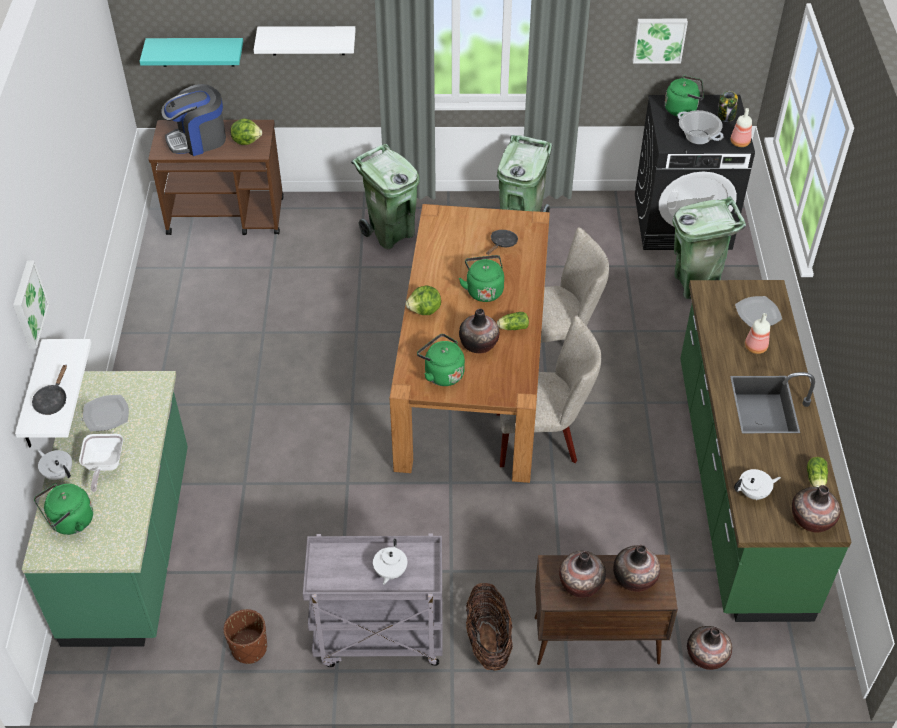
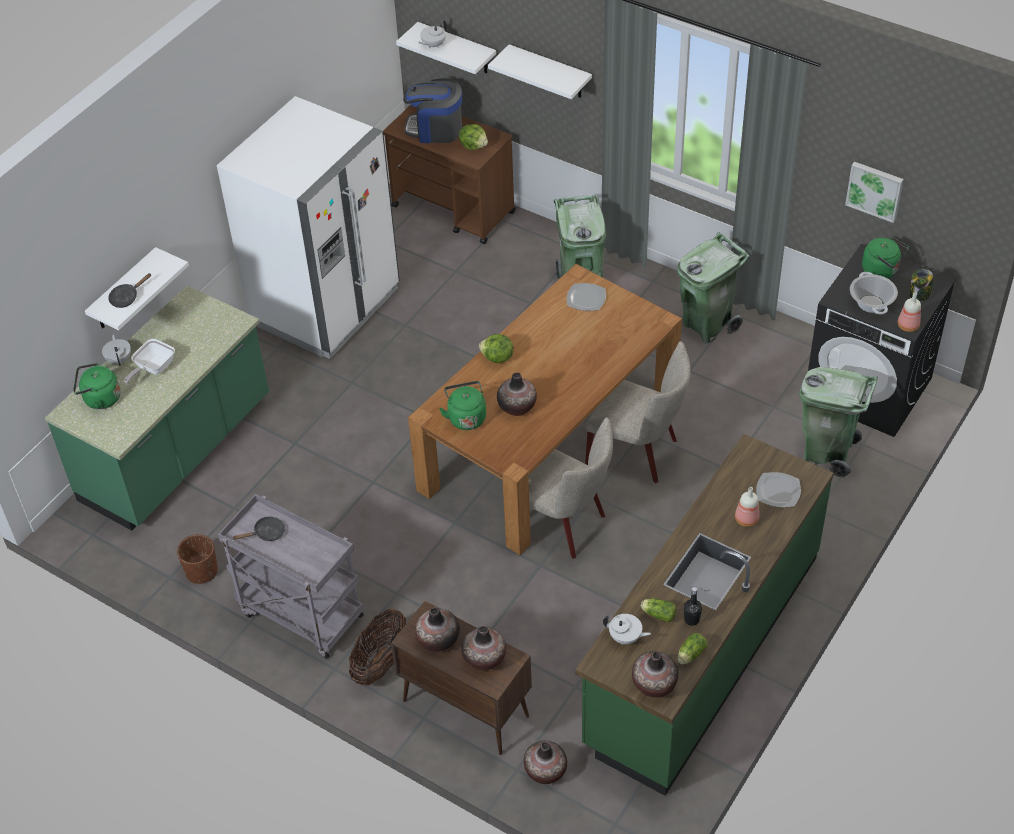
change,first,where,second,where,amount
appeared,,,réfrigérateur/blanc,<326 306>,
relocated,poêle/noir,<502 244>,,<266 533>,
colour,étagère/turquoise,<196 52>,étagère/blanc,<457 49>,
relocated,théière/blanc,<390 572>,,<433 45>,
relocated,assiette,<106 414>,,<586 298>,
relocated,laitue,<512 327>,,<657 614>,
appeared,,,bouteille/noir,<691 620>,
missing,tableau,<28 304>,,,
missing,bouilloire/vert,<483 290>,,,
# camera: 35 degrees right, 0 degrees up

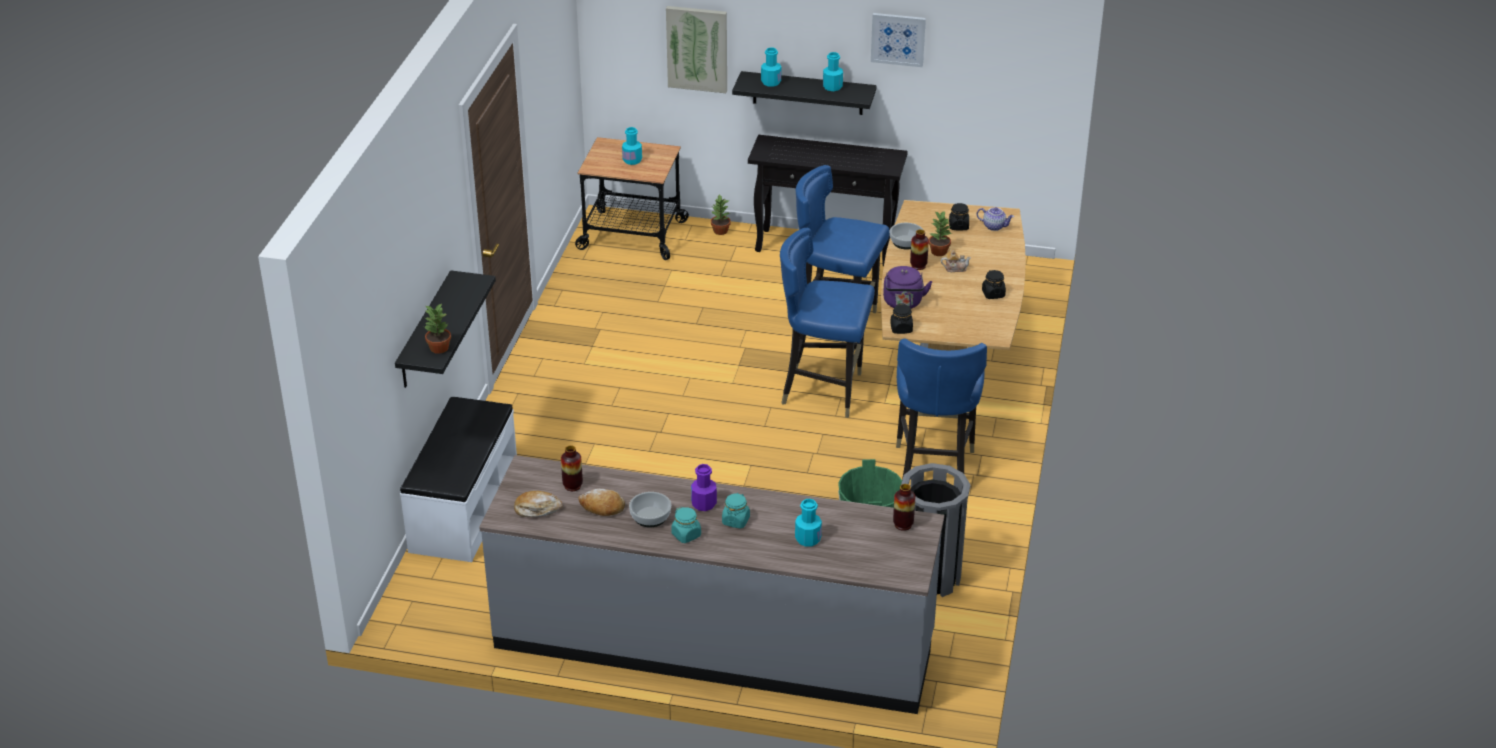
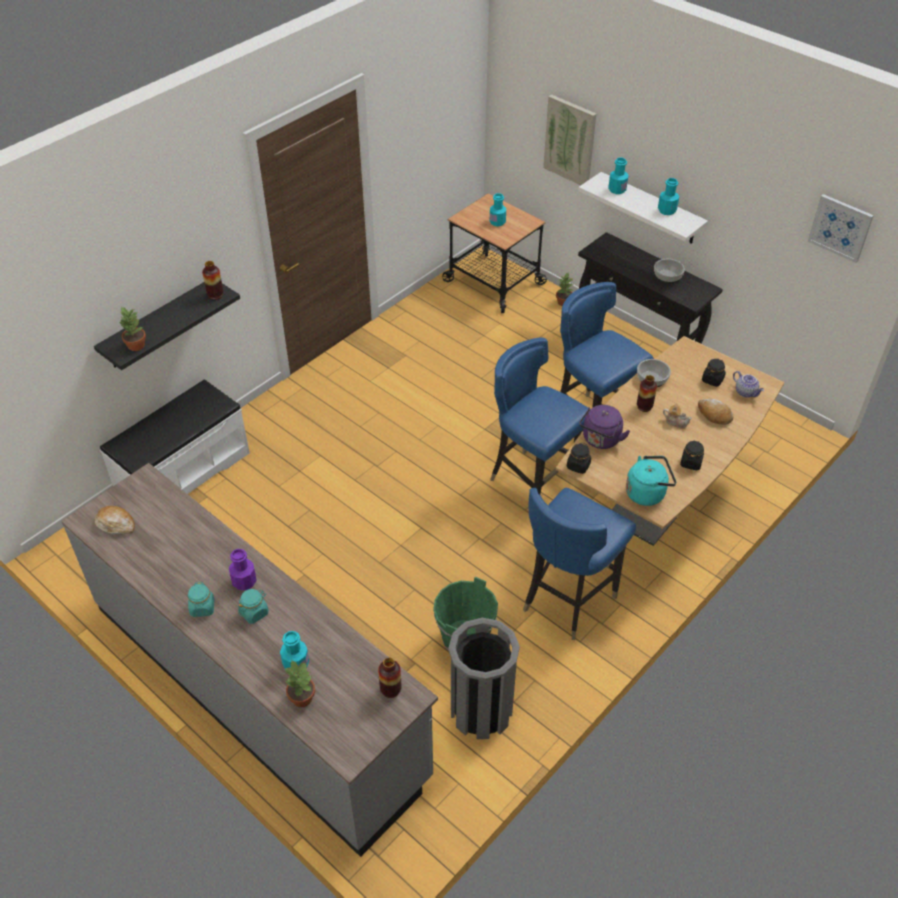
change,first,where,second,where,amount
relocated,vase,<572 486>,,<215 295>,
relocated,plante en pot,<939 251>,,<302 697>,
colour,étagère/noir,<808 93>,étagère/blanc,<651 209>,
appeared,,,bouilloire/turquoise,<647 493>,
relocated,bol,<650 517>,,<667 276>,
relocated,pain,<602 507>,,<714 415>,
relocated,tableau,<898 39>,,<840 227>,
# camera: 30 degrees right, 10 degrees up

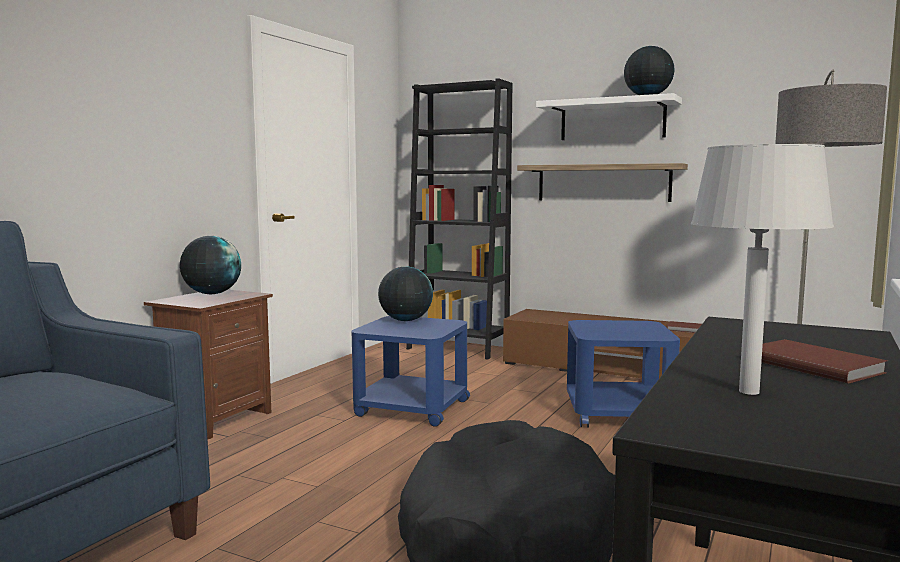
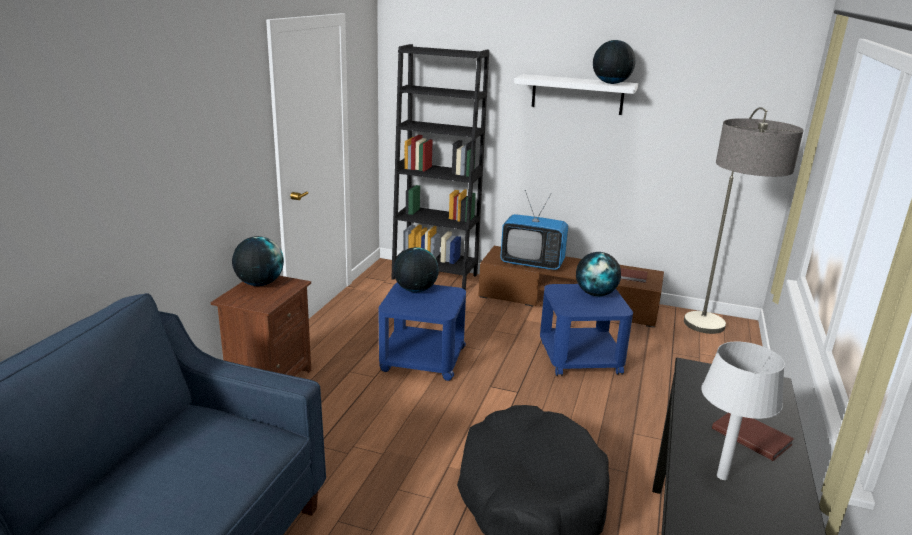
change,first,where,second,where,amount
appeared,,,téléviseur,<532 263>,
appeared,,,globe,<595 294>,
missing,étagère,<603 183>,,,
# camera: 10 degrees left, 15 degrees up

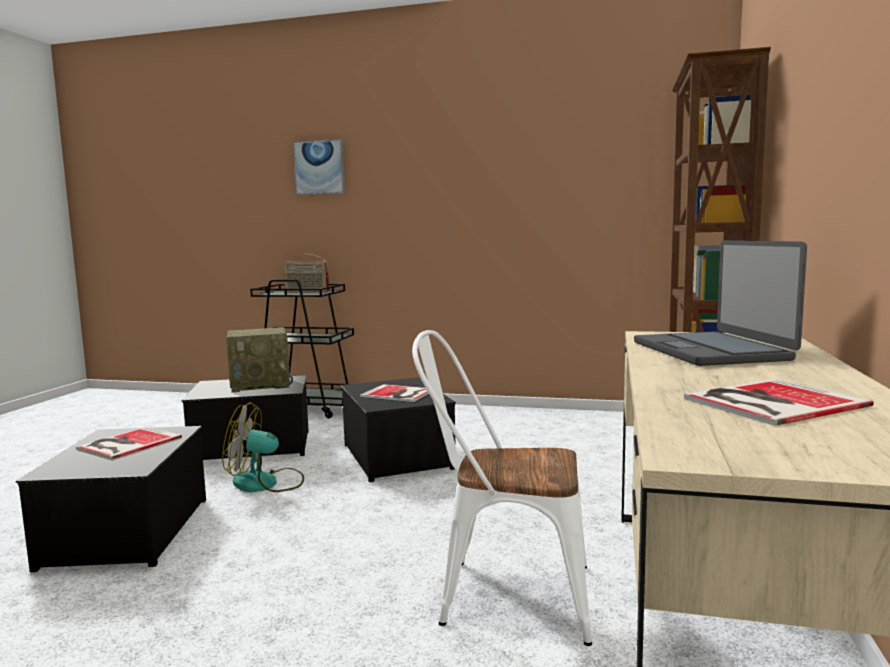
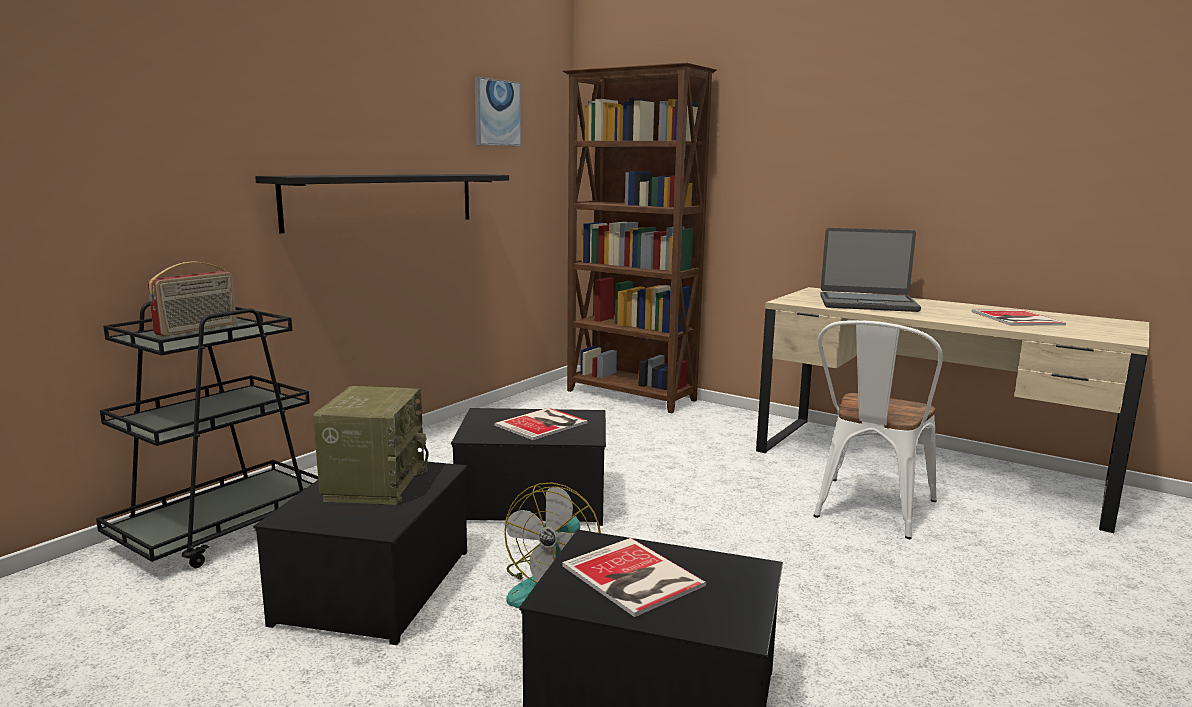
change,first,where,second,where,amount
appeared,,,étagère/noir,<383 200>,
relocated,tableau,<319 167>,,<497 113>,
# camera: 70 degrees left, 5 degrees up

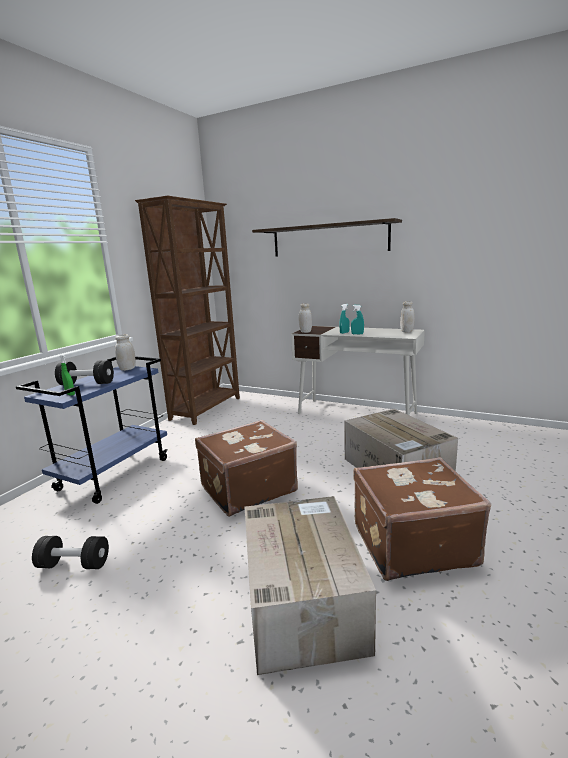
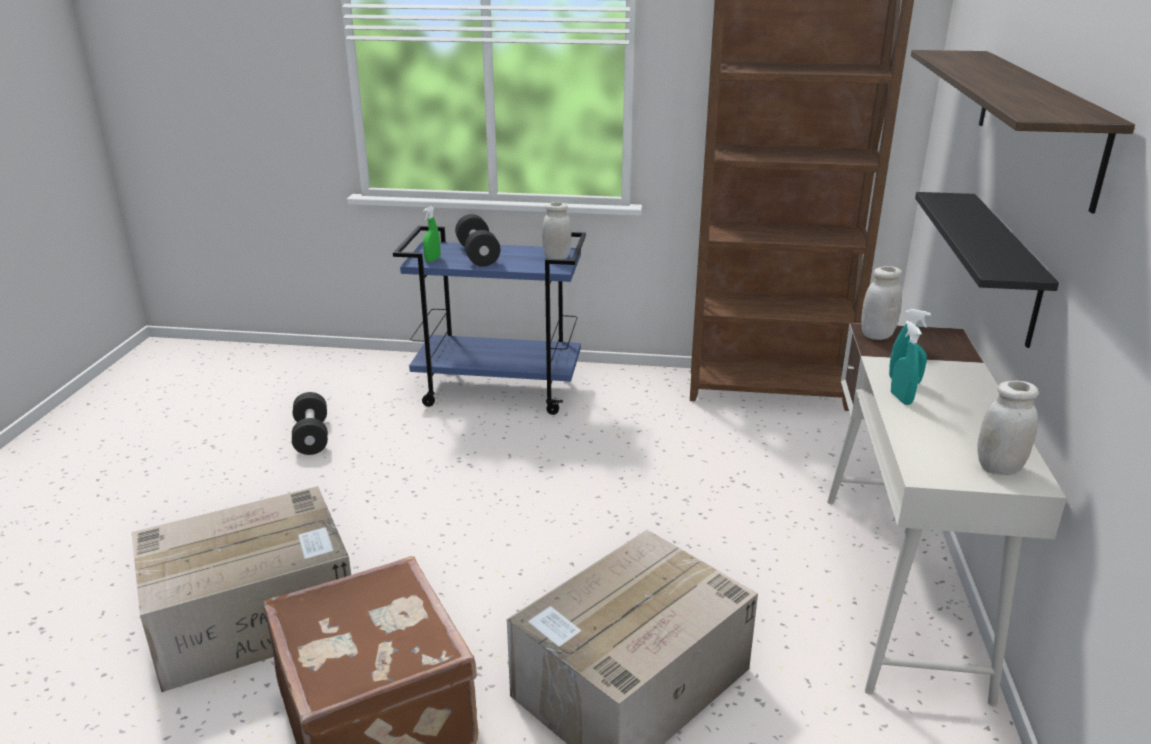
change,first,where,second,where,amount
appeared,,,étagère/noir,<1003 267>,
missing,valise/marron,<247 488>,,,
# camera: 70 degrees right, 10 degrees up

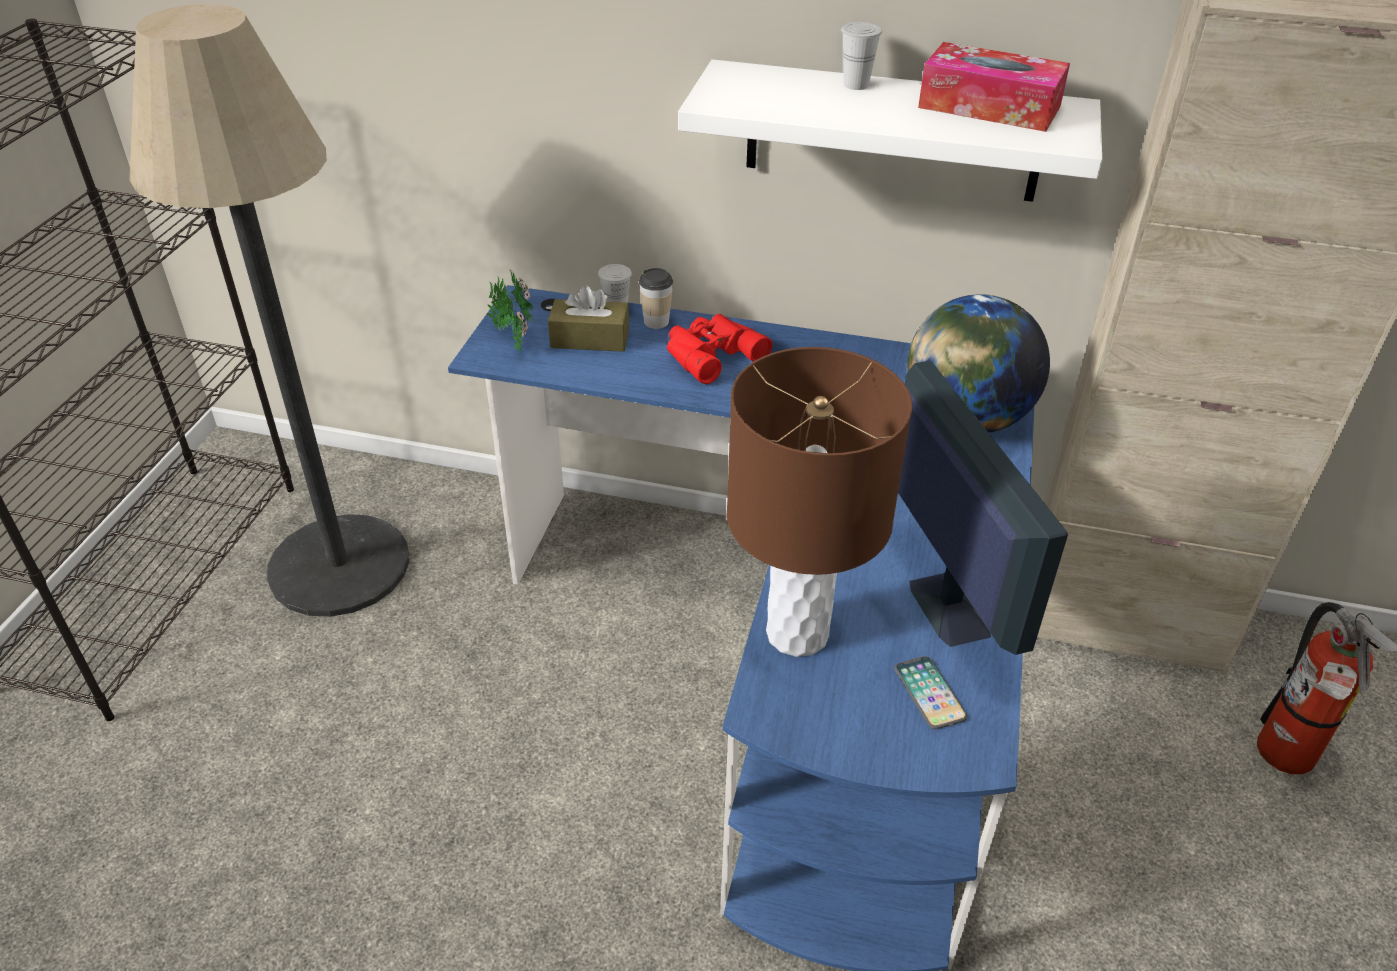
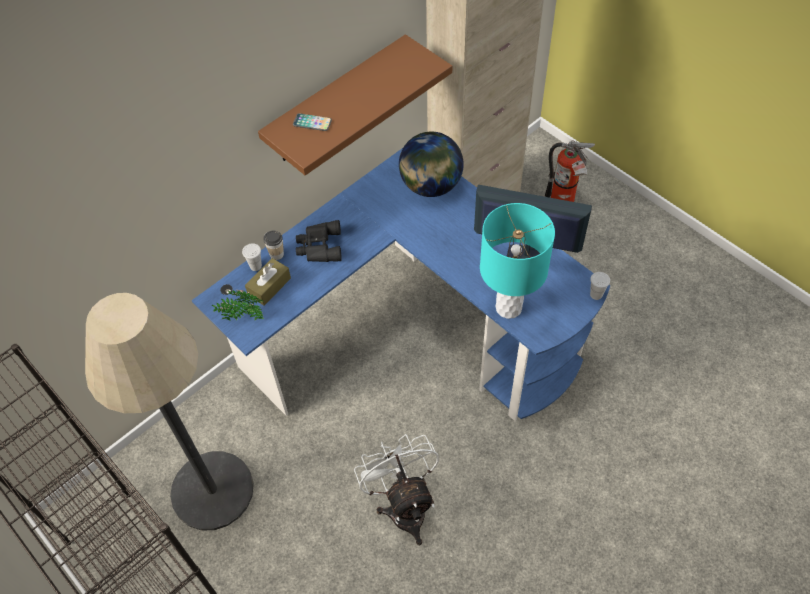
change,first,where,second,where,amount
colour,étagère/blanc,<893 132>,étagère/marron,<337 101>,
relocated,téléphone,<929 693>,,<312 123>,
colour,jumelles/rouge,<710 353>,jumelles/noir,<318 246>,
appeared,,,ventilateur/blanc,<404 506>,
colour,lampe de table/marron,<797 634>,lampe de table/turquoise,<509 308>,
relocated,tasse/blanc,<856 85>,,<596 295>,
missing,boîte à mouchoirs,<989 107>,,,
# camera: 55 degrees left, 15 degrees up

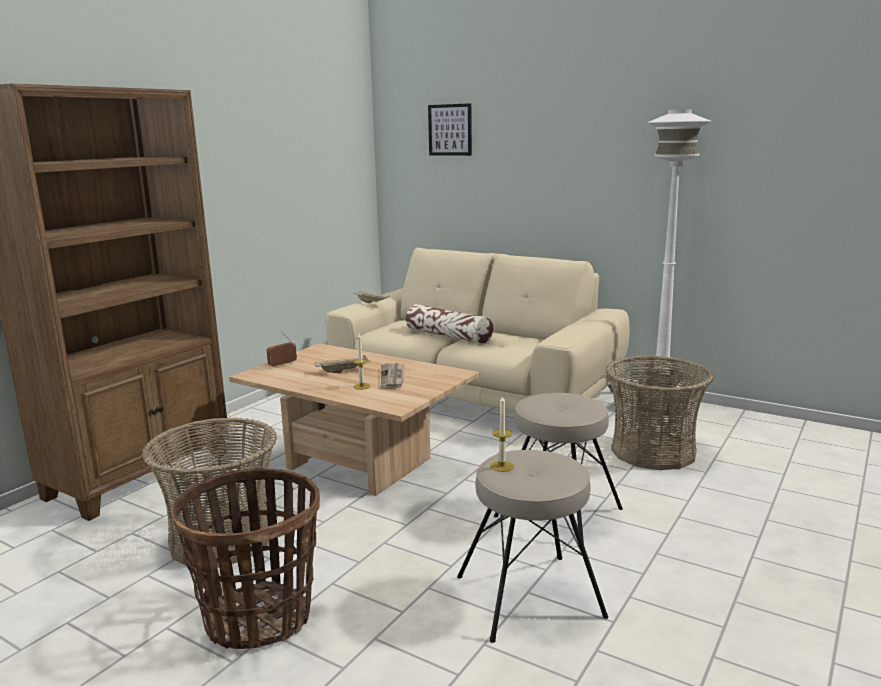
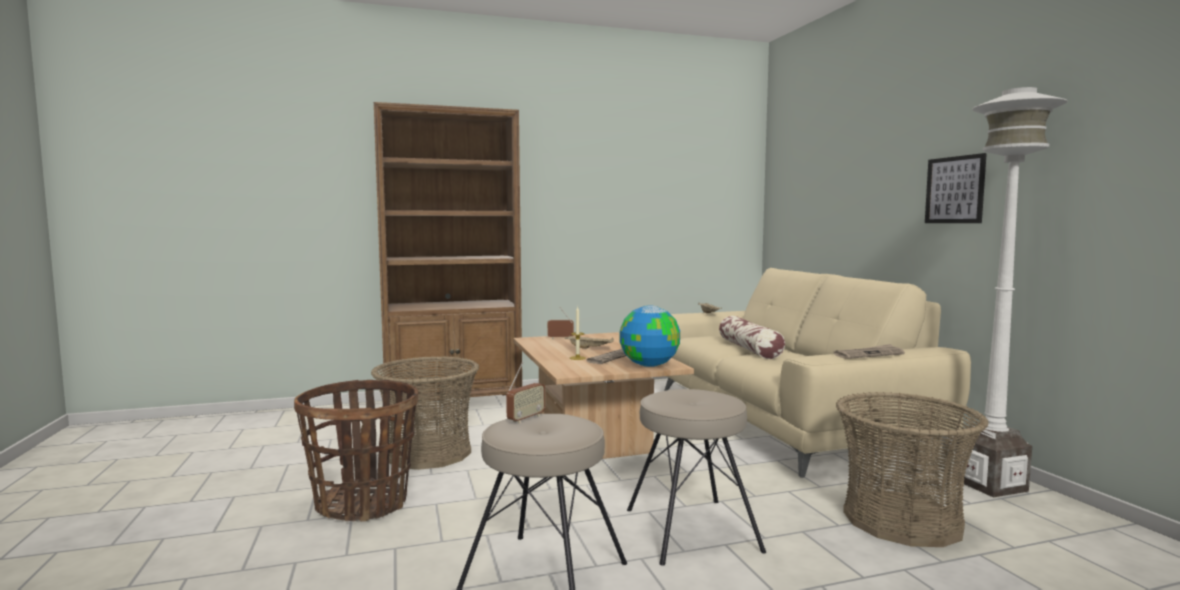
change,first,where,second,where,amount
exchanged,bougie,<502 466>,radio,<526 418>,
appeared,,,globe,<648 365>,
appeared,,,journal,<868 354>,
relocated,tableau,<450 130>,,<954 190>,
# camera: 40 degrees right, 10 degrees down

